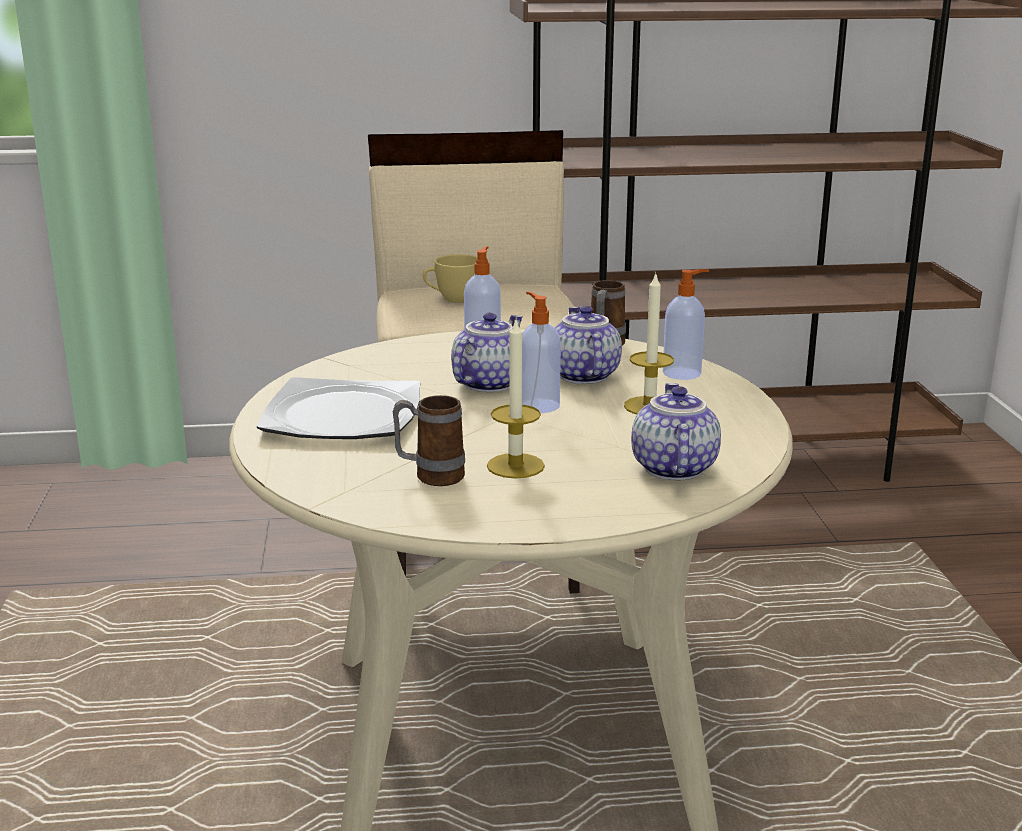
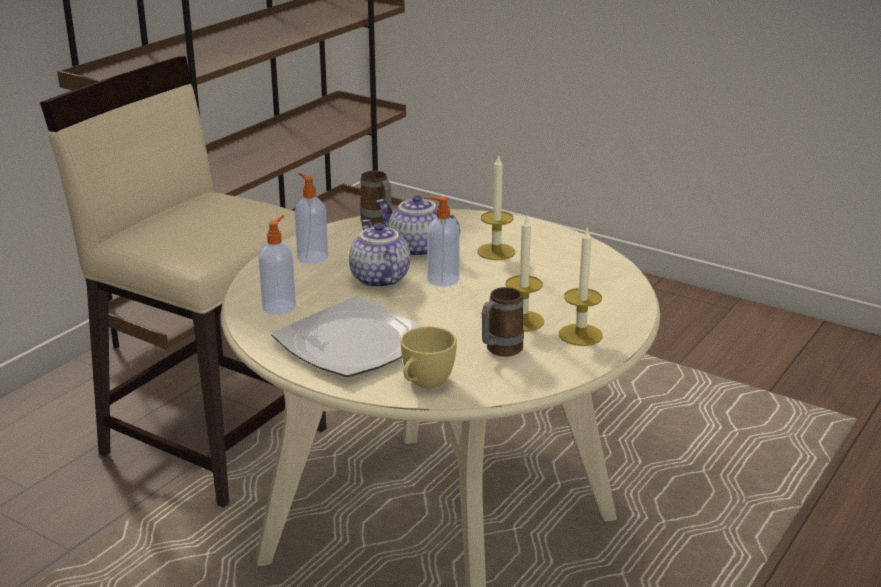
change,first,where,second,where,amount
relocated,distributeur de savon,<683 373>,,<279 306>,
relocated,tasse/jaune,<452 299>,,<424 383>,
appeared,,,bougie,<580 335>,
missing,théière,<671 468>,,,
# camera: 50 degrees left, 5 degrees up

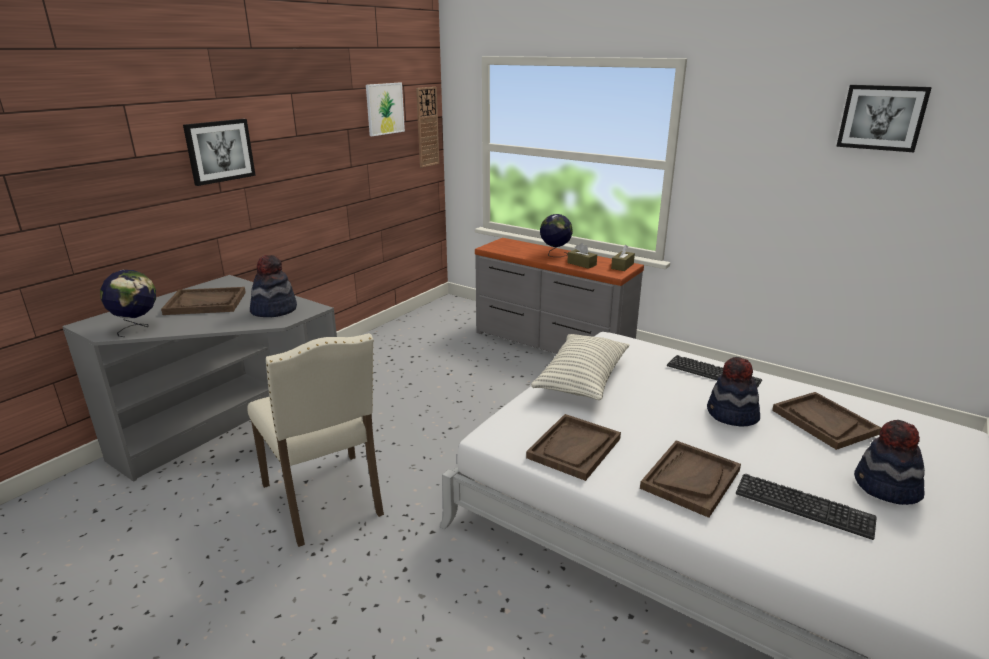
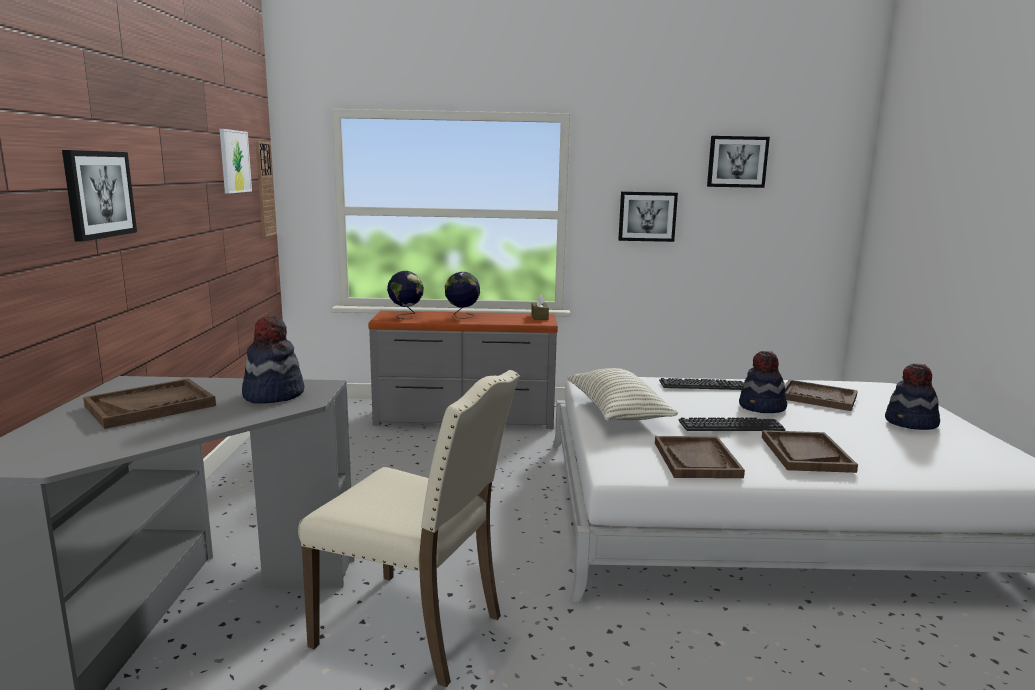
change,first,where,second,where,amount
relocated,globe,<137 328>,,<406 316>,
appeared,,,tableau,<647 216>,
relocated,clavier,<803 506>,,<731 426>,
missing,boîte à mouchoirs/marron,<581 264>,,,
# camera: 35 degrees left, 10 degrees down

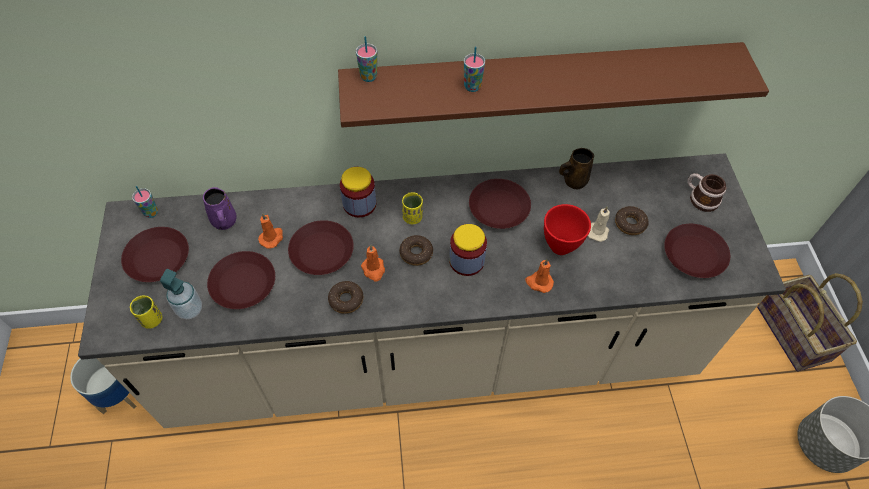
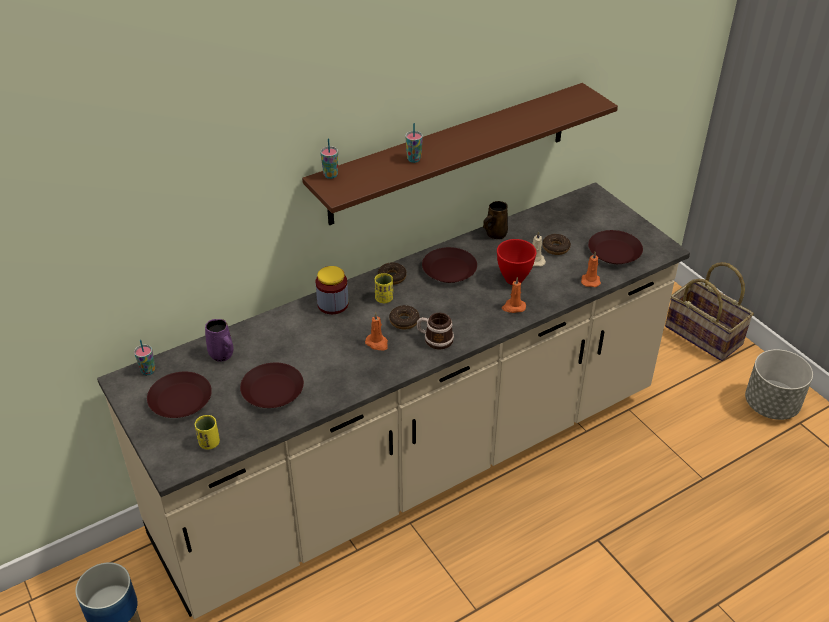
change,first,where,second,where,amount
relocated,beignet,<346 300>,,<392 277>,
relocated,mug,<700 198>,,<434 339>,
relocated,bougie/orange,<272 238>,,<590 280>,
missing,distributeur de savon,<190 309>,,,
missing,assiette/marron,<321 252>,,,
missing,bocal,<466 261>,,,
# camera: 25 degrees left, 15 degrees down

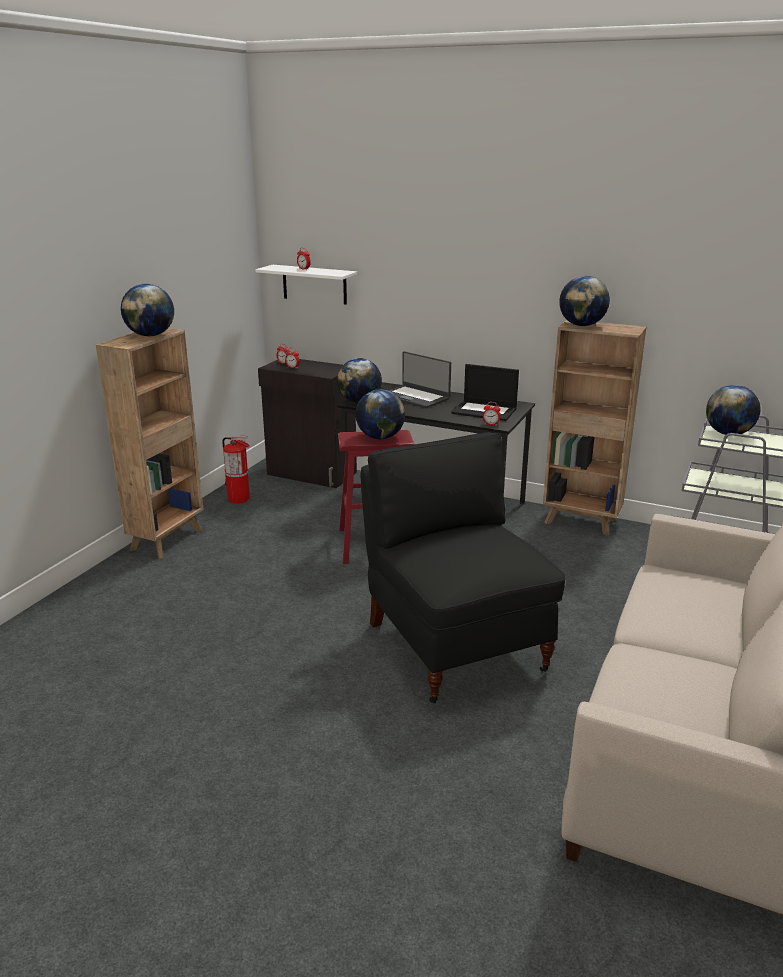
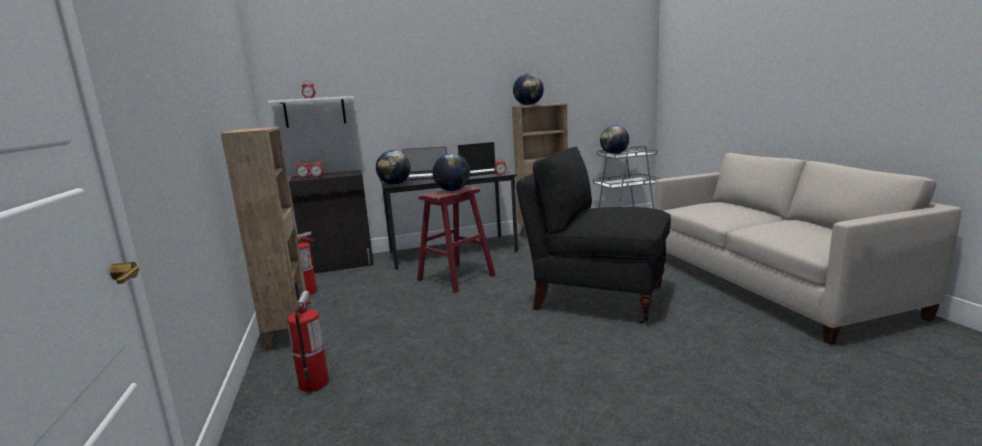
change,first,where,second,where,amount
appeared,,,extincteur,<314 383>,
missing,globe,<151 335>,,,
# camera: 40 degrees left, 10 degrees down

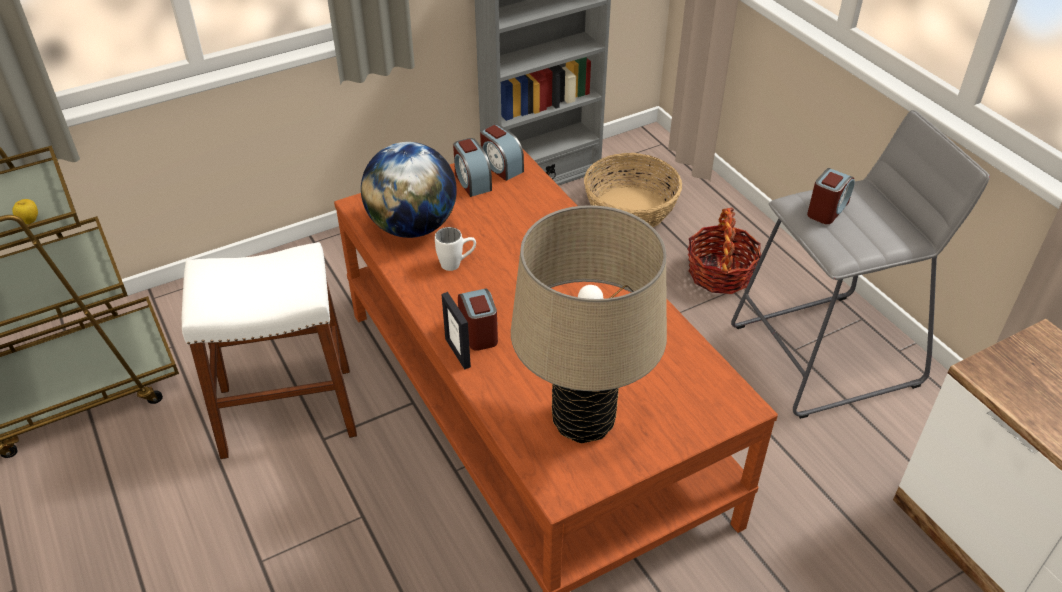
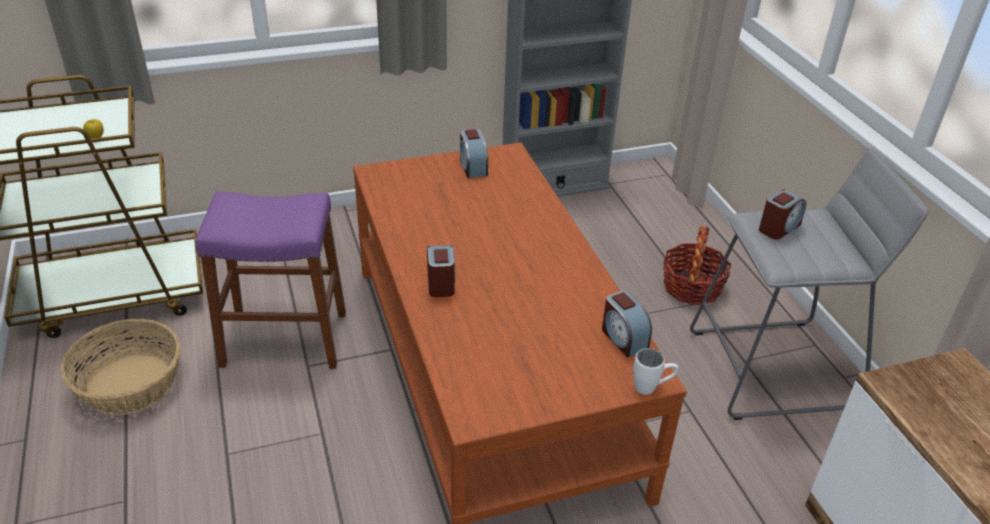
change,first,where,second,where,amount
relocated,panier,<631 208>,,<131 384>,
colour,tabouret/blanc,<287 411>,tabouret/violet,<284 339>,
relocated,réveil,<501 167>,,<623 338>,
relocated,mug/blanc,<457 264>,,<651 388>,
missing,globe,<412 227>,,,
missing,cadre photo,<458 352>,,,
missing,lampe de table/beige,<583 421>,,,
# camera: 10 degrees right, 5 degrees down

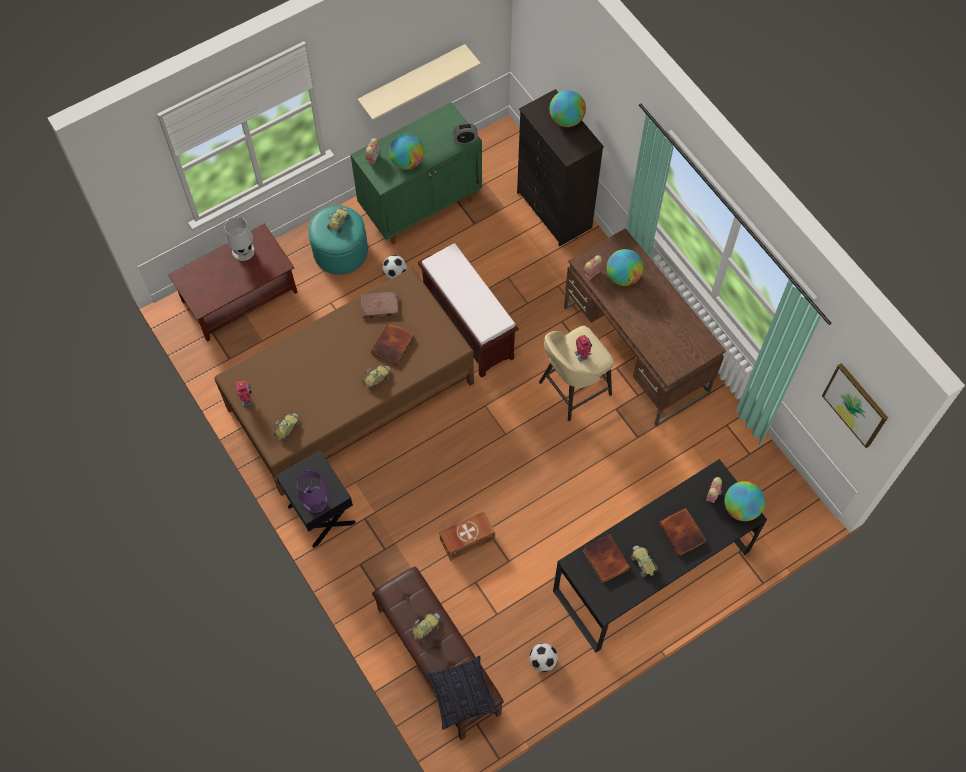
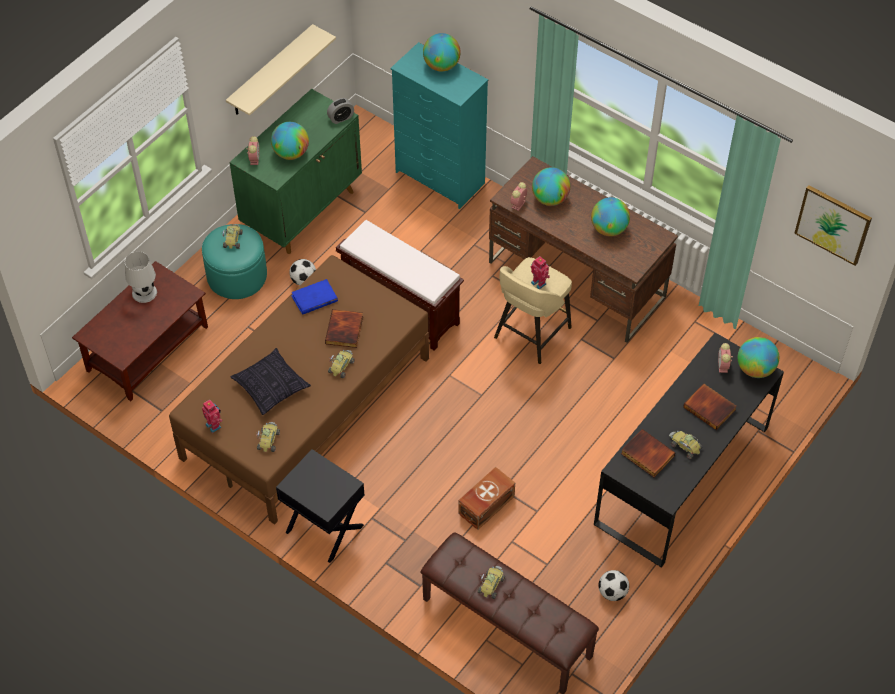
change,first,where,second,where,amount
relocated,coussin,<461 694>,,<270 387>,
colour,livre/marron,<379 306>,livre/bleu,<314 299>,
colour,commode/noir,<554 211>,commode/turquoise,<440 178>,
appeared,,,globe,<609 229>,
missing,lampe de table/violet,<315 500>,,,
# camera: 20 degrees left, 10 degrees down

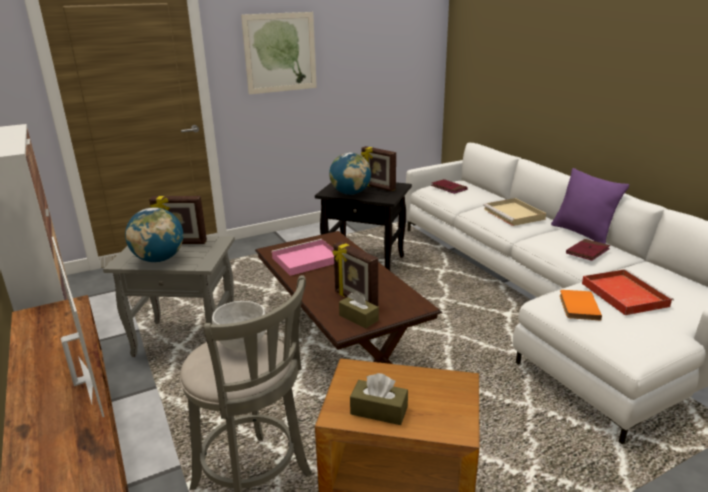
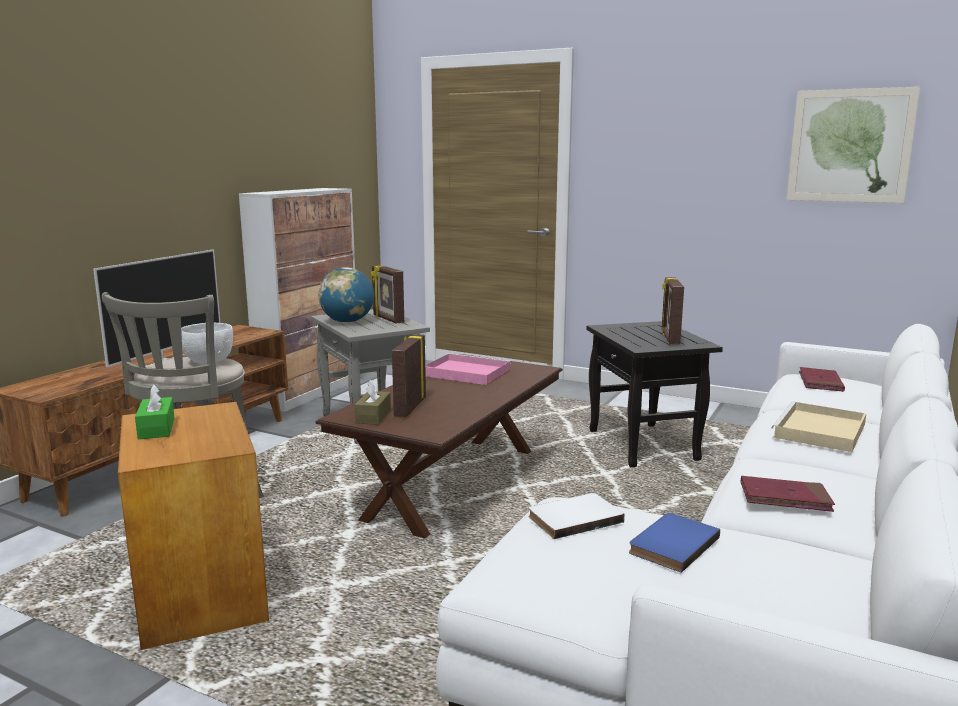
change,first,where,second,where,amount
colour,boîte à mouchoirs/marron,<379 410>,boîte à mouchoirs/vert,<156 428>,
colour,livre/orange,<577 306>,livre/blanc,<573 518>,
exchanged,plateau/rouge,<623 294>,livre/bleu,<671 544>,
relocated,tableau,<280 53>,,<850 146>,
missing,globe,<350 193>,,,
missing,coussin/violet,<582 233>,,,
# camera: 55 degrees right, 10 degrees down

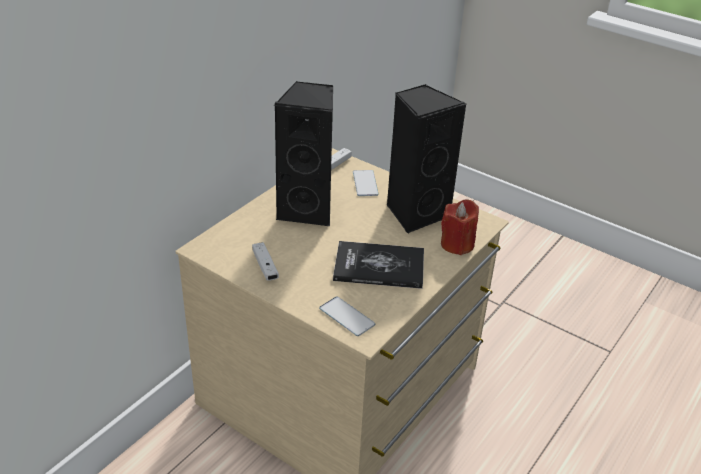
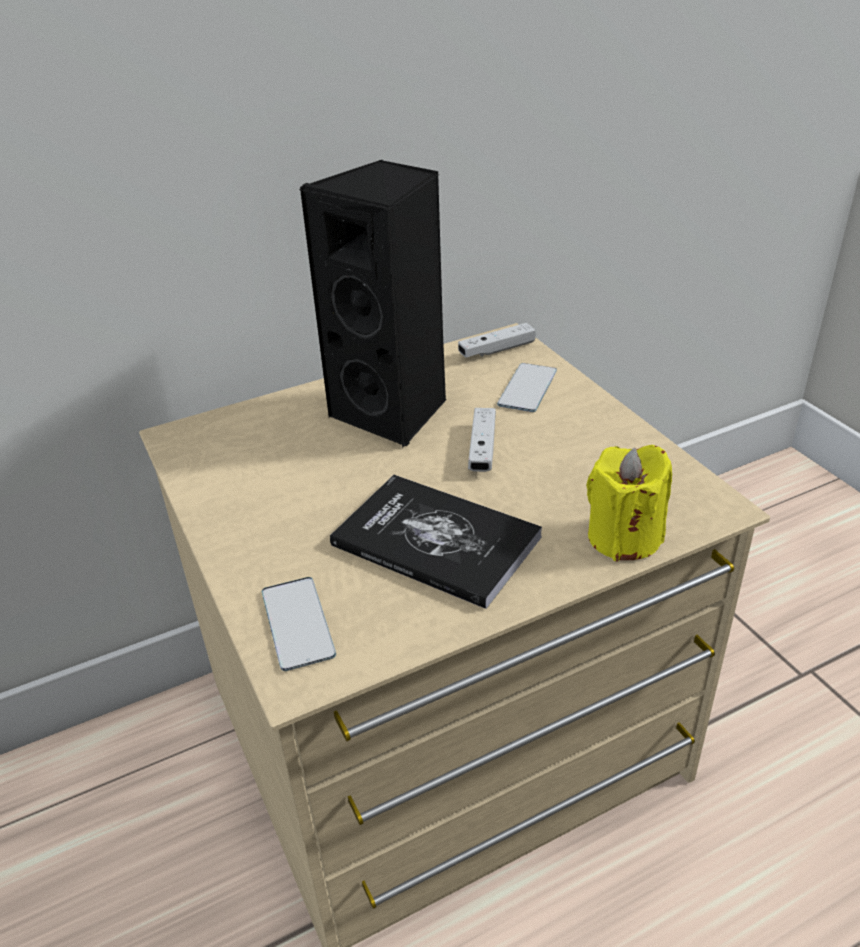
change,first,where,second,where,amount
relocated,manette/blanc,<265 266>,,<482 449>,
colour,bougie/rouge,<457 244>,bougie/jaune,<624 537>,
missing,enceinte/noir,<415 213>,,,
# camera: 30 degrees right, 0 degrees up

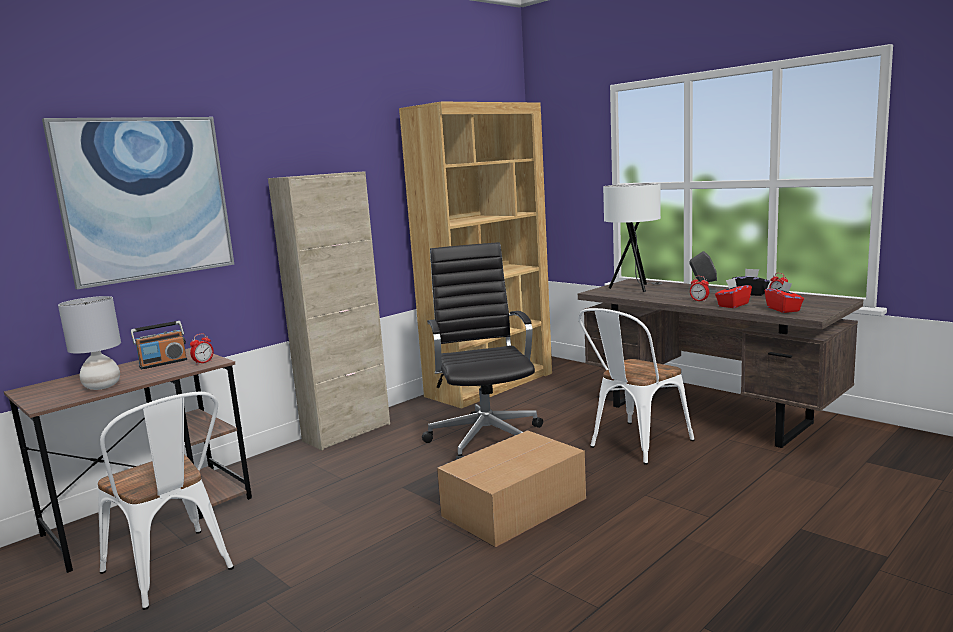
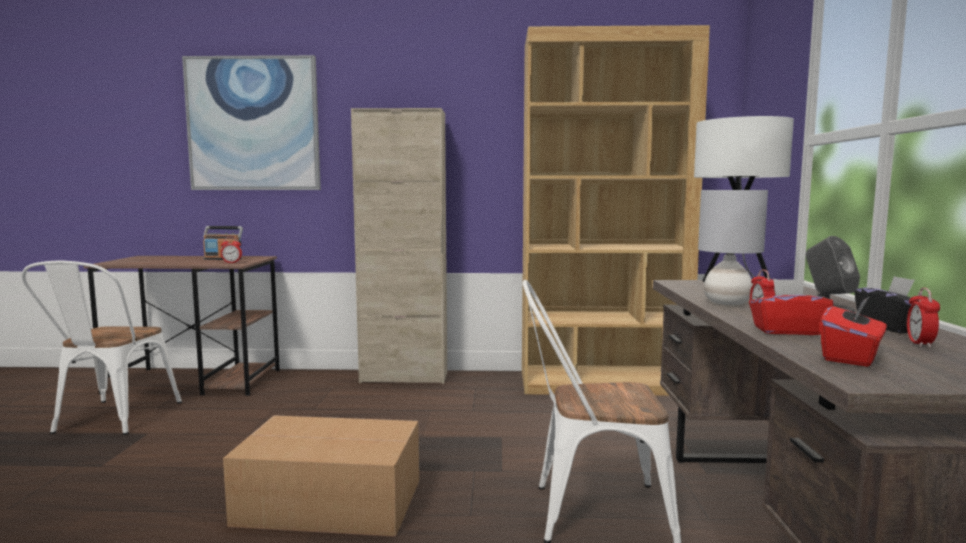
change,first,where,second,where,amount
relocated,lampe de table/gris,<103 386>,,<728 303>,
missing,chaise de bureau/noir,<486 439>,,,
# camera: 45 degrees right, 5 degrees down

